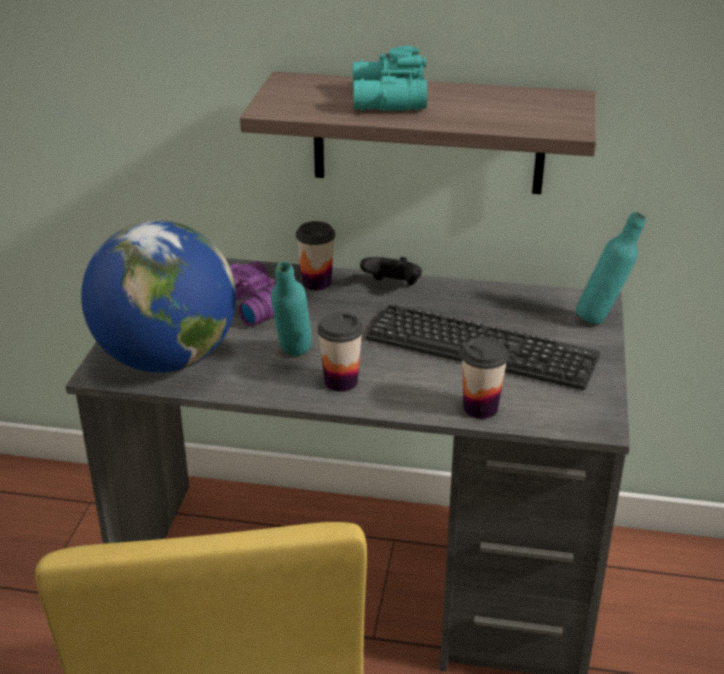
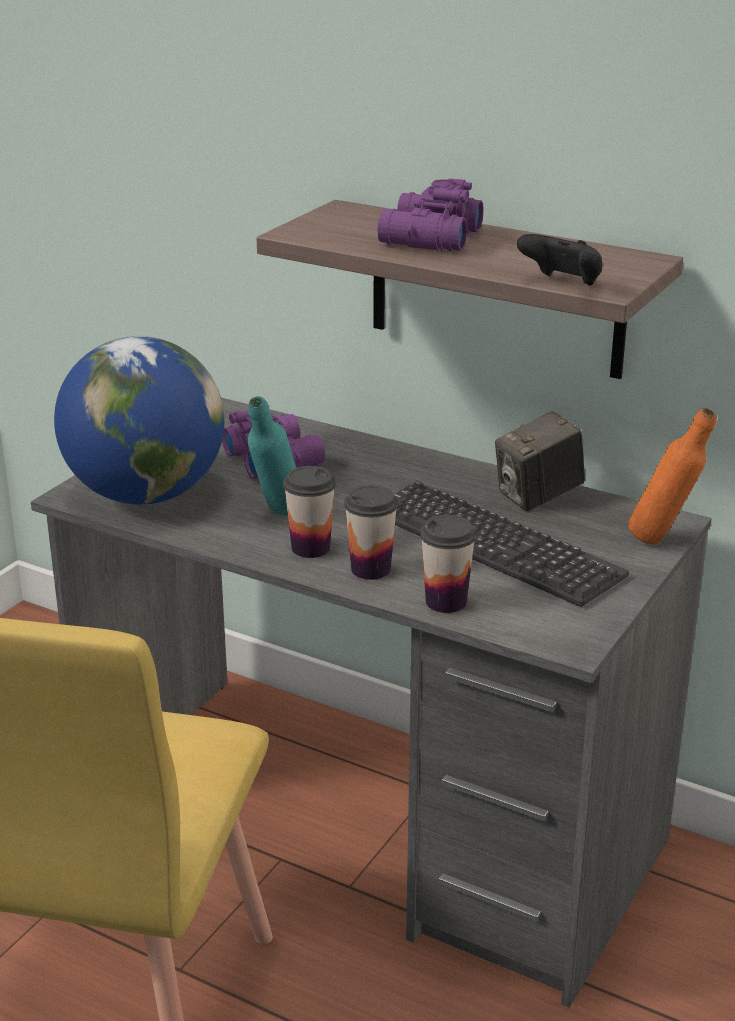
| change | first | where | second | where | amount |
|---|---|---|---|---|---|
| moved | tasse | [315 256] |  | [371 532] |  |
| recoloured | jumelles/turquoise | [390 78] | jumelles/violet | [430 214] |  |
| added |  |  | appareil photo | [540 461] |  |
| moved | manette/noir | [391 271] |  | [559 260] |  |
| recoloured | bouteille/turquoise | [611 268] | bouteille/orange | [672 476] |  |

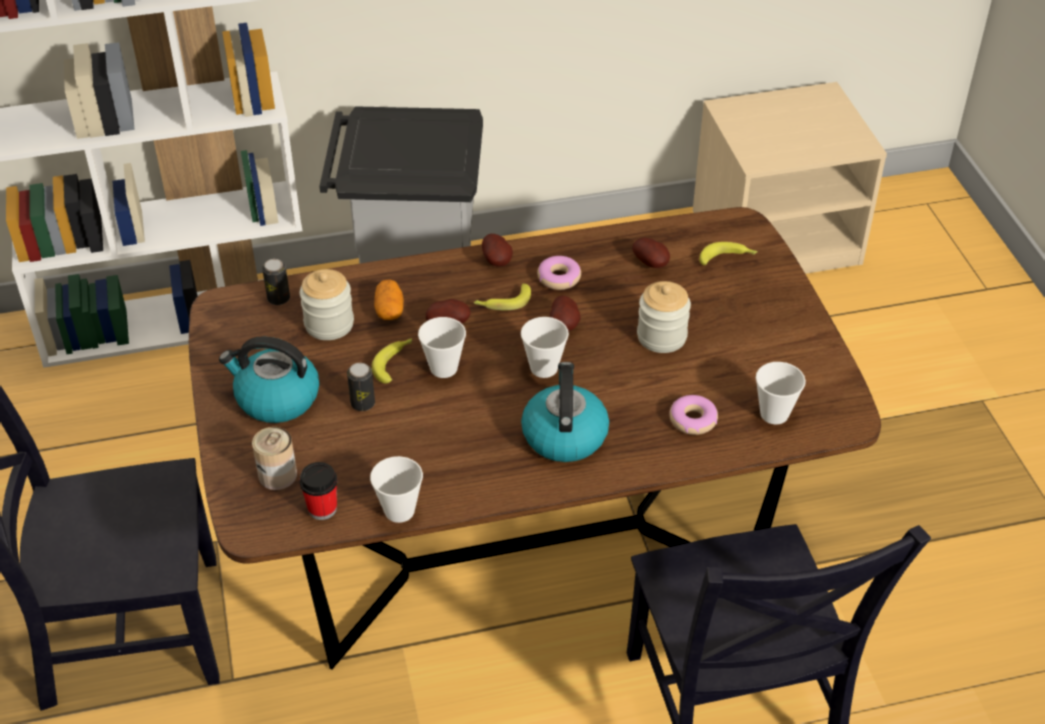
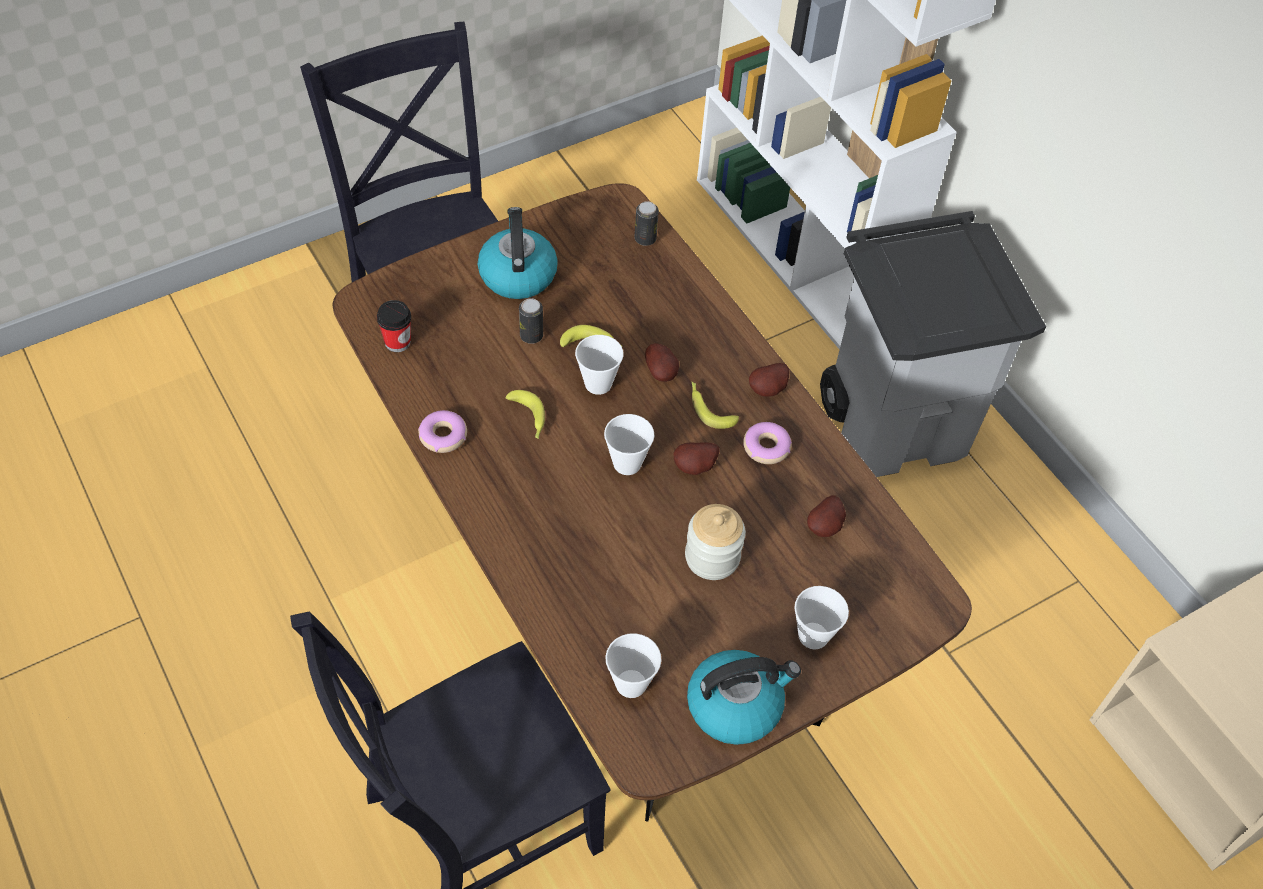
| change | first | where | second | where | amount |
|---|---|---|---|---|---|
| moved | beignet | [693 415] |  | [442 431] |  |
| moved | banane | [728 253] |  | [525 414] |  |
| moved | bouilloire | [565 412] |  | [744 697] |  |
| moved | tasse | [396 489] |  | [821 617] |  |
| removed | boîte métallique | [274 458] |  |  |  |
| removed | bocal | [327 304] |  |  |  |
| removed | pomme de terre | [389 299] |  |  |  |

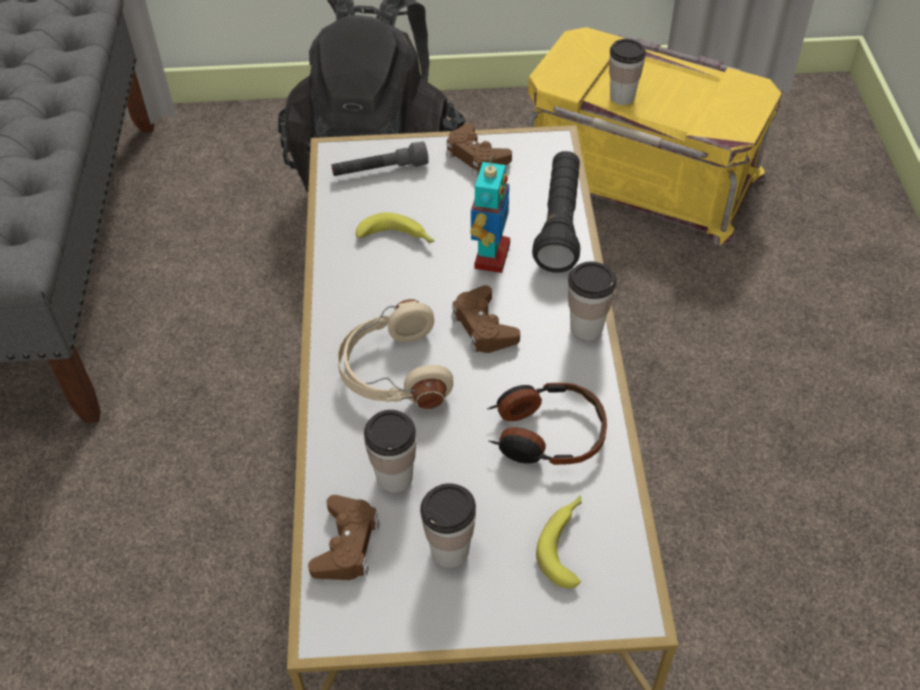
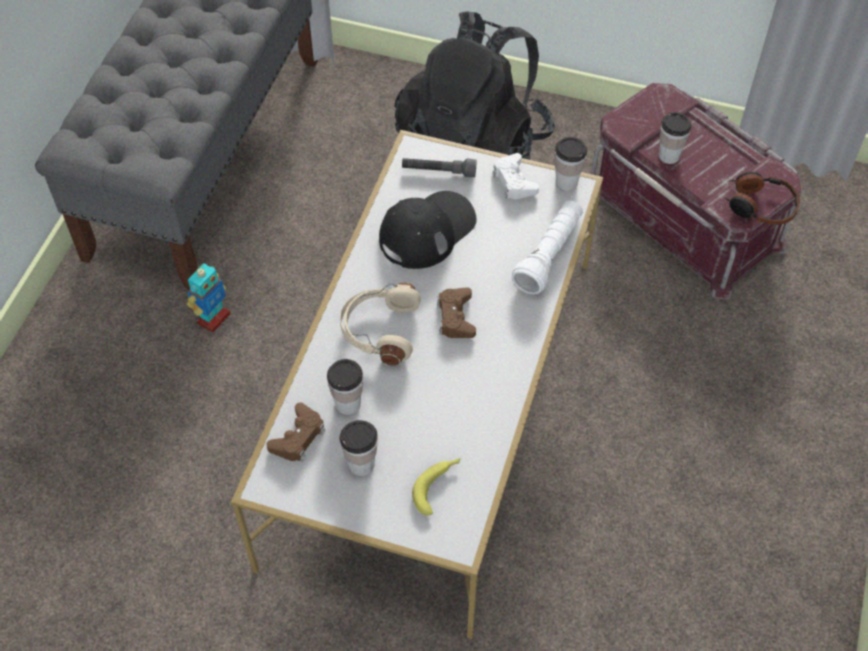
| change | first | where | second | where | amount |
|---|---|---|---|---|---|
| moved | robot jouet | [490 214] |  | [209 298] |  |
| replaced | banane | [395 227] | casquette/noir | [428 230] |  |
| recoloured | manette/marron | [479 150] | manette/blanc | [516 176] |  |
| recoloured | lampe de poche/noir | [556 212] | lampe de poche/blanc | [547 248] |  |
| moved | tasse | [592 301] |  | [571 164] |  |
| recoloured | boîte de rangement/jaune | [654 136] | boîte de rangement/rouge | [696 191] |  |
| moved | casque audio | [547 424] |  | [762 198] |  |

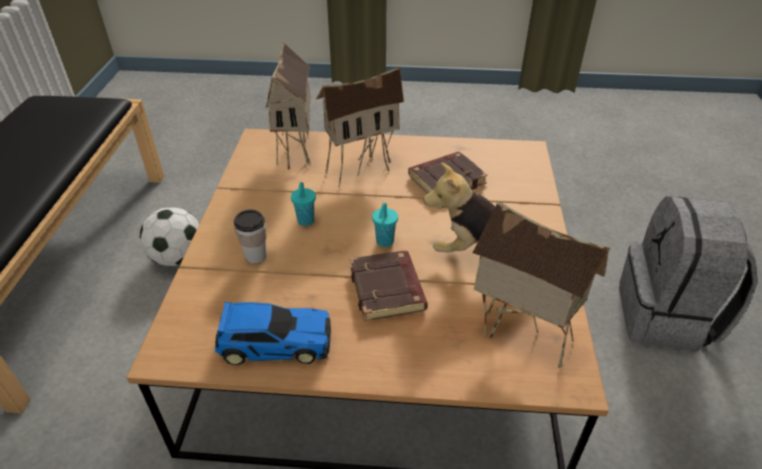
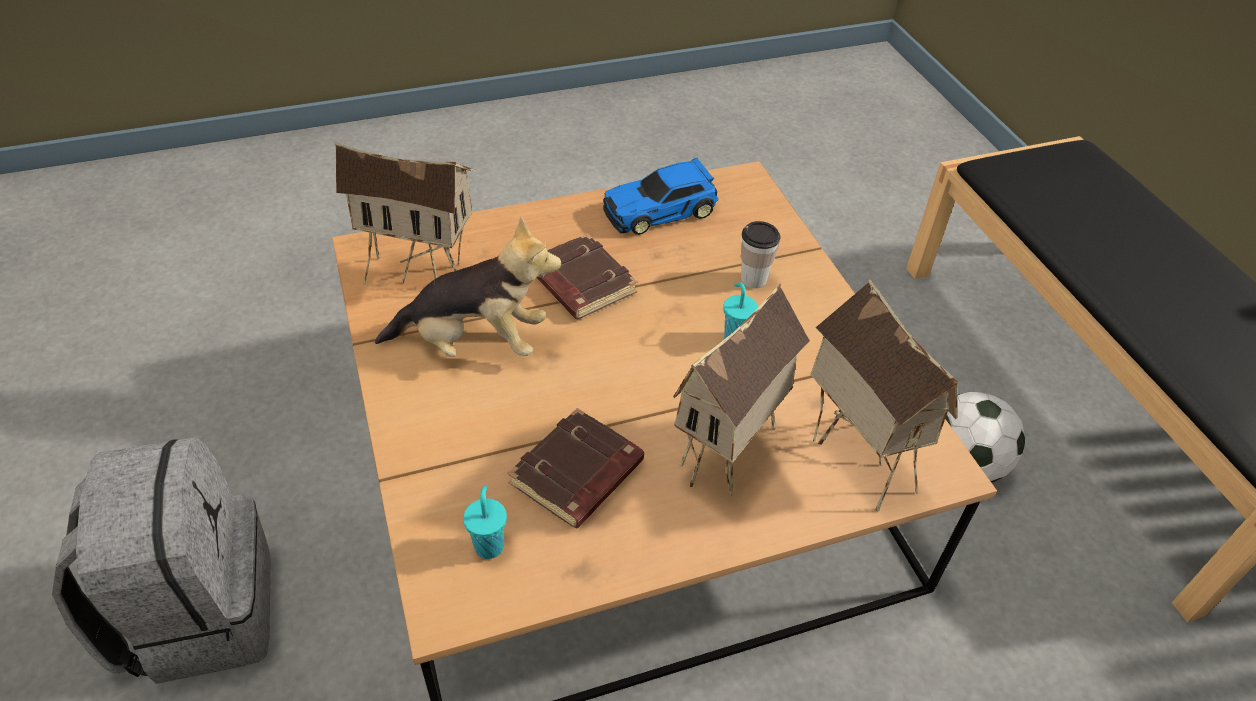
| change | first | where | second | where | amount |
|---|---|---|---|---|---|
| moved | tasse/turquoise | [385 224] |  | [485 522] |  |

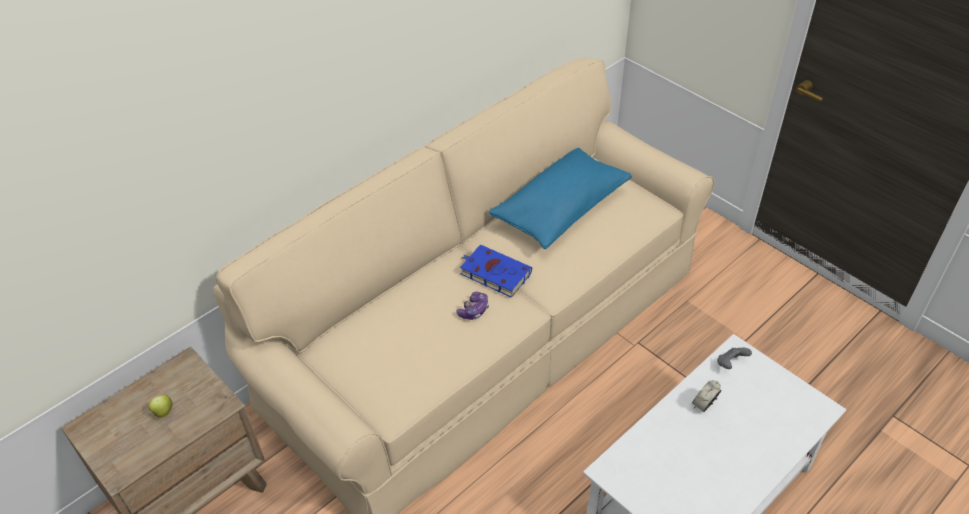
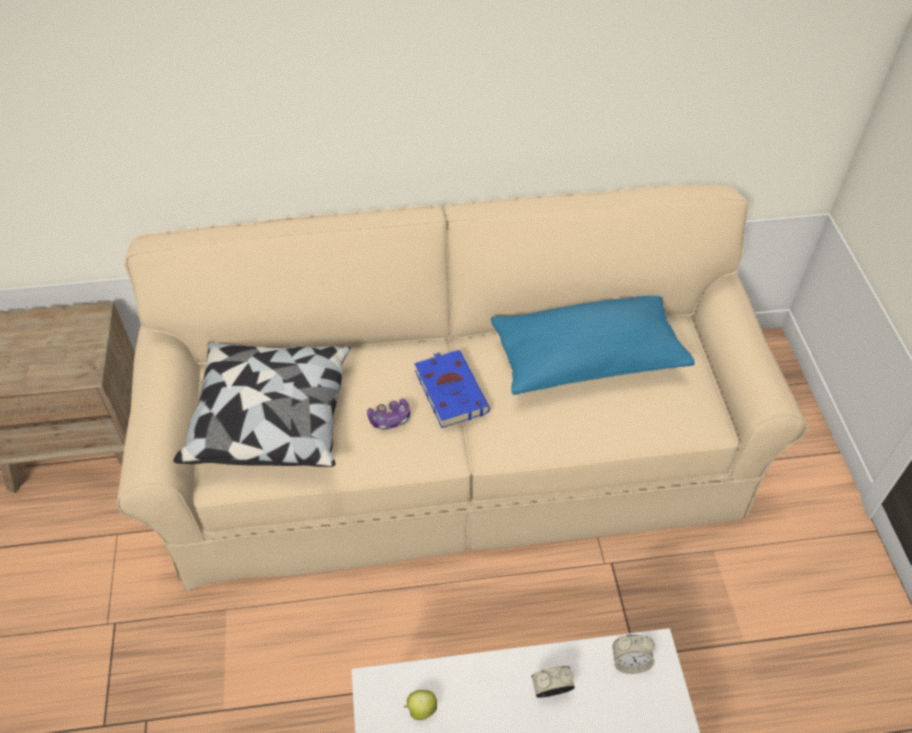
| change | first | where | second | where | amount |
|---|---|---|---|---|---|
| added |  |  | coussin | [261 404] |  |
| moved | pomme | [160 406] |  | [420 705] |  |
| replaced | manette/gris | [734 358] | réveil | [633 654] |  |

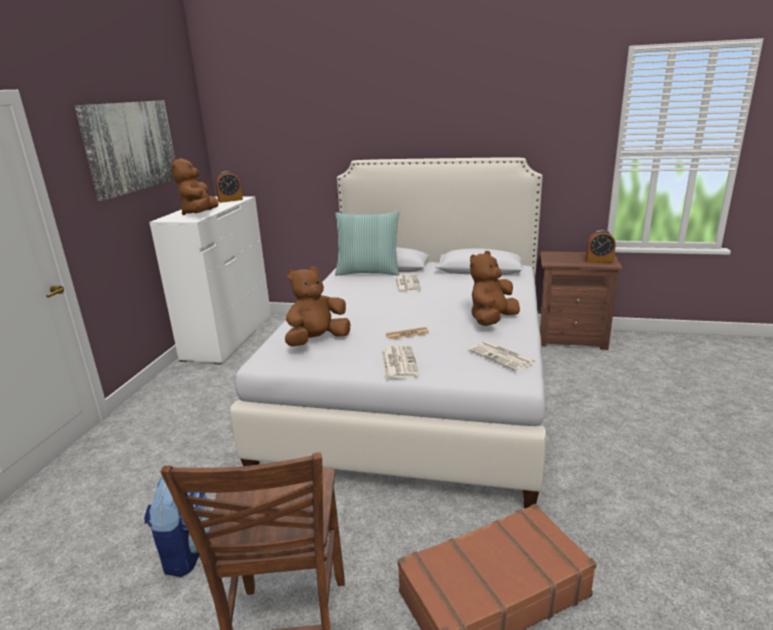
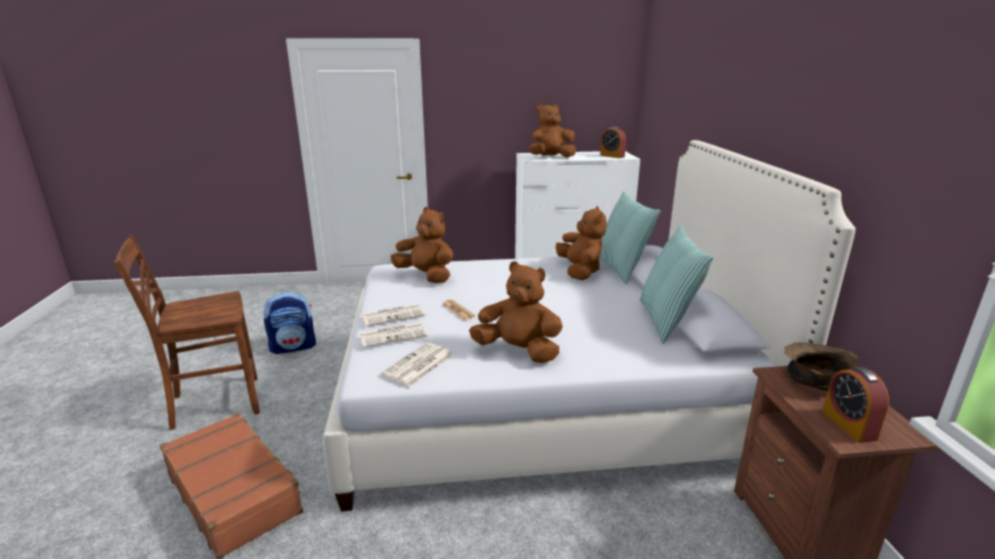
| change | first | where | second | where | amount |
|---|---|---|---|---|---|
| moved | journal | [408 283] |  | [393 335] |  |
| added |  |  | peluche/marron | [581 243] |  |
| added |  |  | coussin | [676 284] |  |
| added |  |  | bol/marron | [821 366] |  |
| removed | tableau | [124 150] |  |  |  |

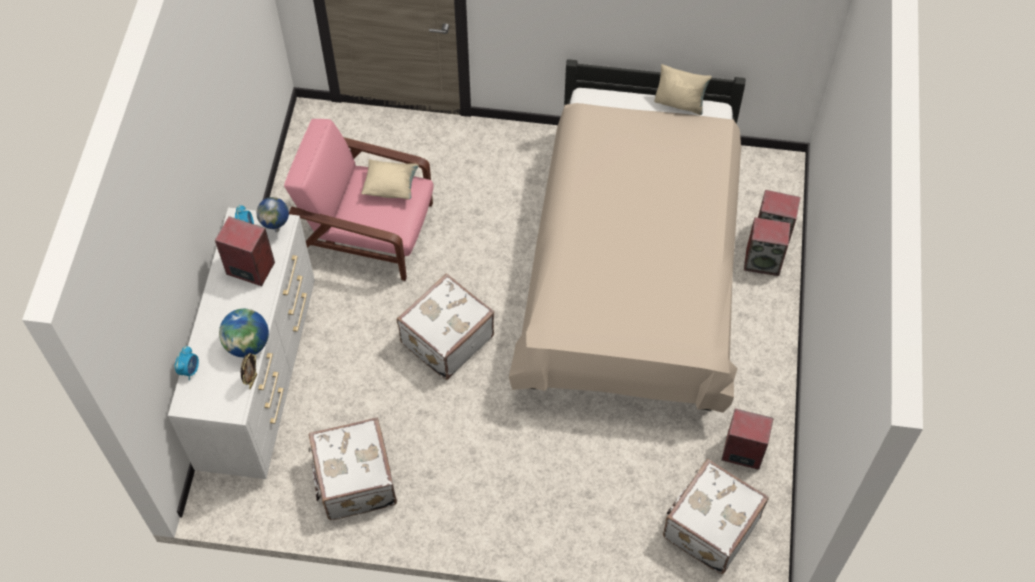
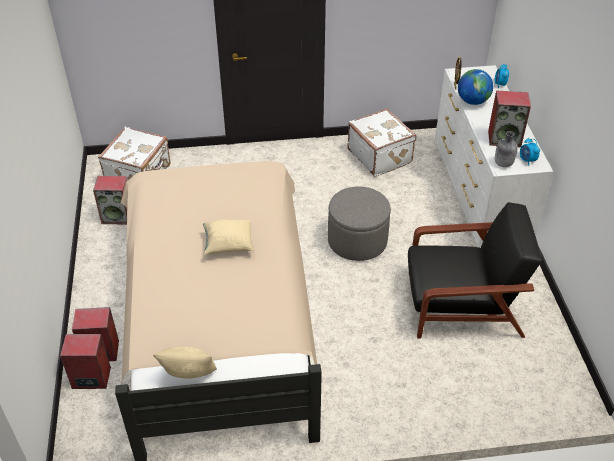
| change | first | where | second | where | amount |
|---|---|---|---|---|---|
| moved | coussin/beige | [390 179] |  | [228 237] |  |
| replaced | valise/blanc | [445 326] | pouf/gris | [359 223] |  |
| recoloured | fauteuil/rose | [359 200] | fauteuil/noir | [475 270] |  |
| replaced | globe | [272 214] | bouteille/gris | [506 149] |  |

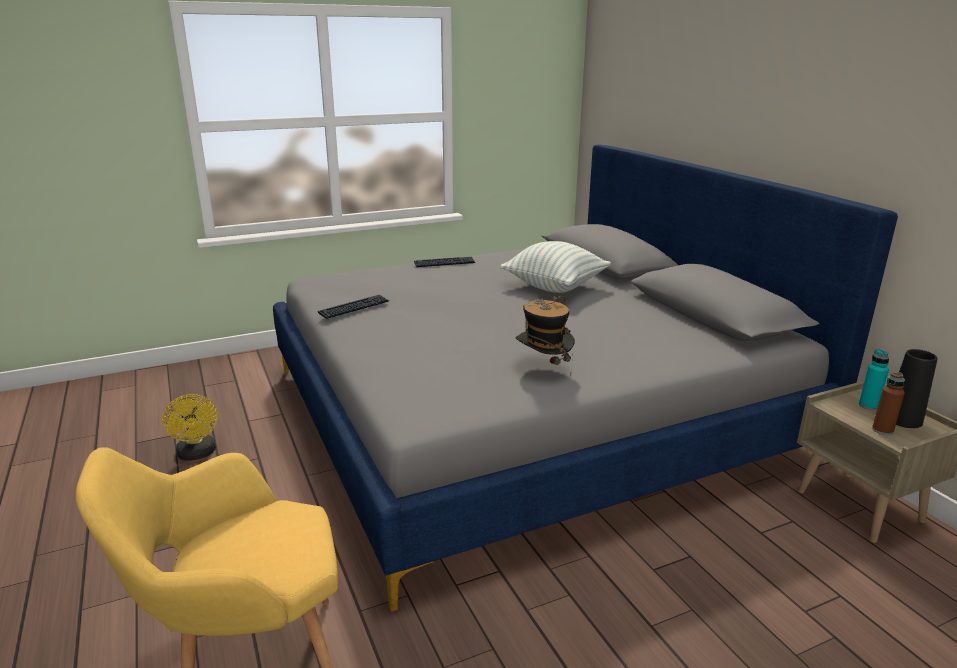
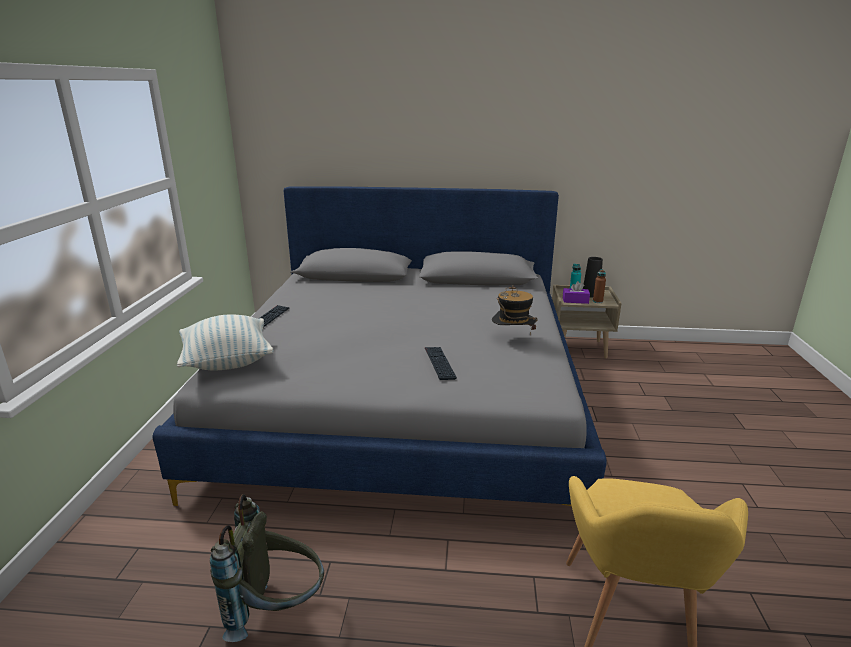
| change | first | where | second | where | amount |
|---|---|---|---|---|---|
| moved | coussin | [555 267] |  | [225 343] |  |
| replaced | ventilateur/jaune | [190 427] | sac à dos/gris | [267 568] |  |
| moved | clavier | [353 307] |  | [441 363] |  |
| added |  |  | boîte à mouchoirs/violet | [576 292] |  |

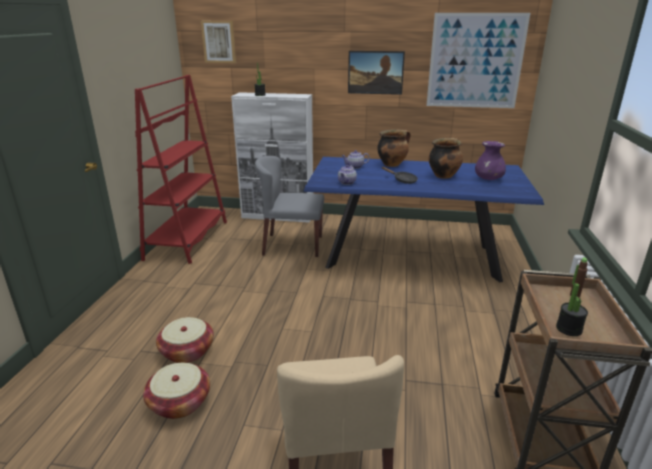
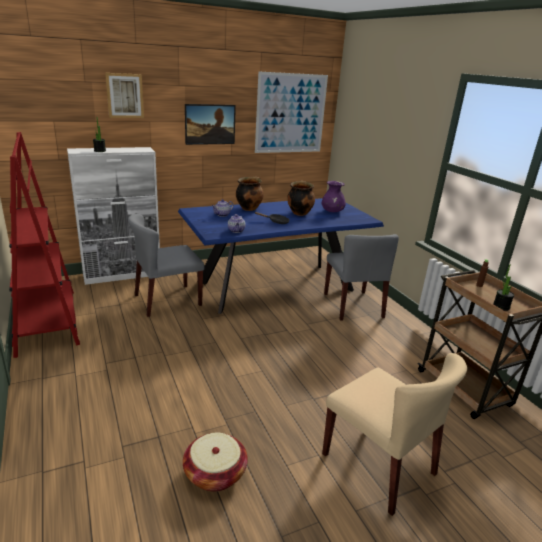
| change | first | where | second | where | amount |
|---|---|---|---|---|---|
| moved | tableau | [218 42] |  | [124 95] |  |
| added |  |  | chaise/gris | [361 277] |  |
| removed | panier | [185 340] |  |  |  |

